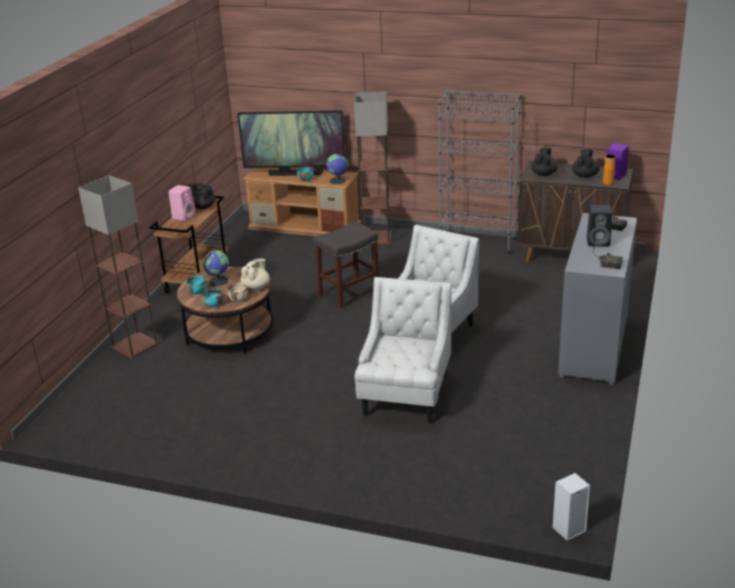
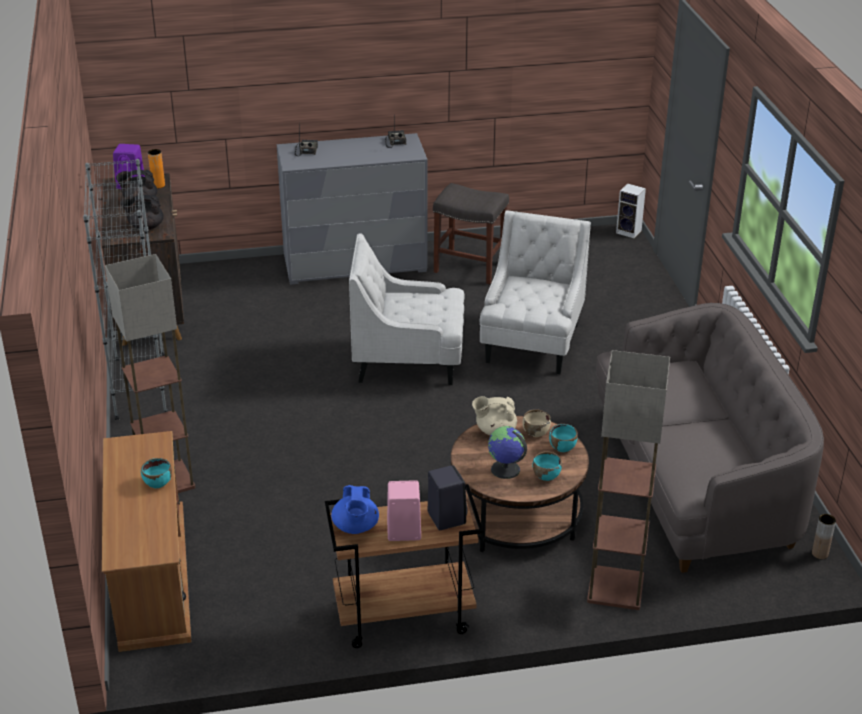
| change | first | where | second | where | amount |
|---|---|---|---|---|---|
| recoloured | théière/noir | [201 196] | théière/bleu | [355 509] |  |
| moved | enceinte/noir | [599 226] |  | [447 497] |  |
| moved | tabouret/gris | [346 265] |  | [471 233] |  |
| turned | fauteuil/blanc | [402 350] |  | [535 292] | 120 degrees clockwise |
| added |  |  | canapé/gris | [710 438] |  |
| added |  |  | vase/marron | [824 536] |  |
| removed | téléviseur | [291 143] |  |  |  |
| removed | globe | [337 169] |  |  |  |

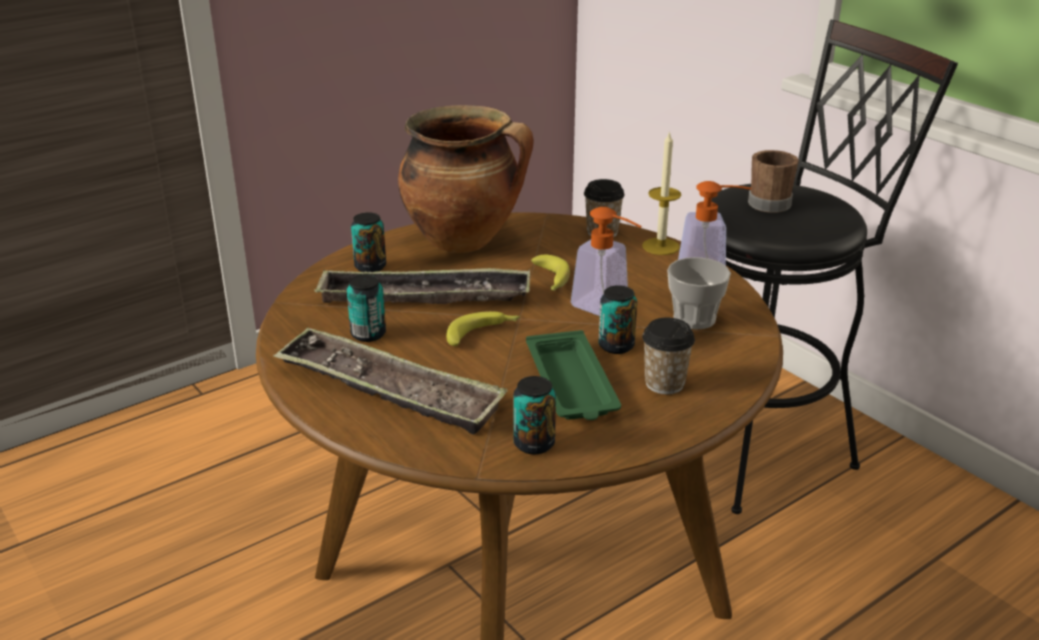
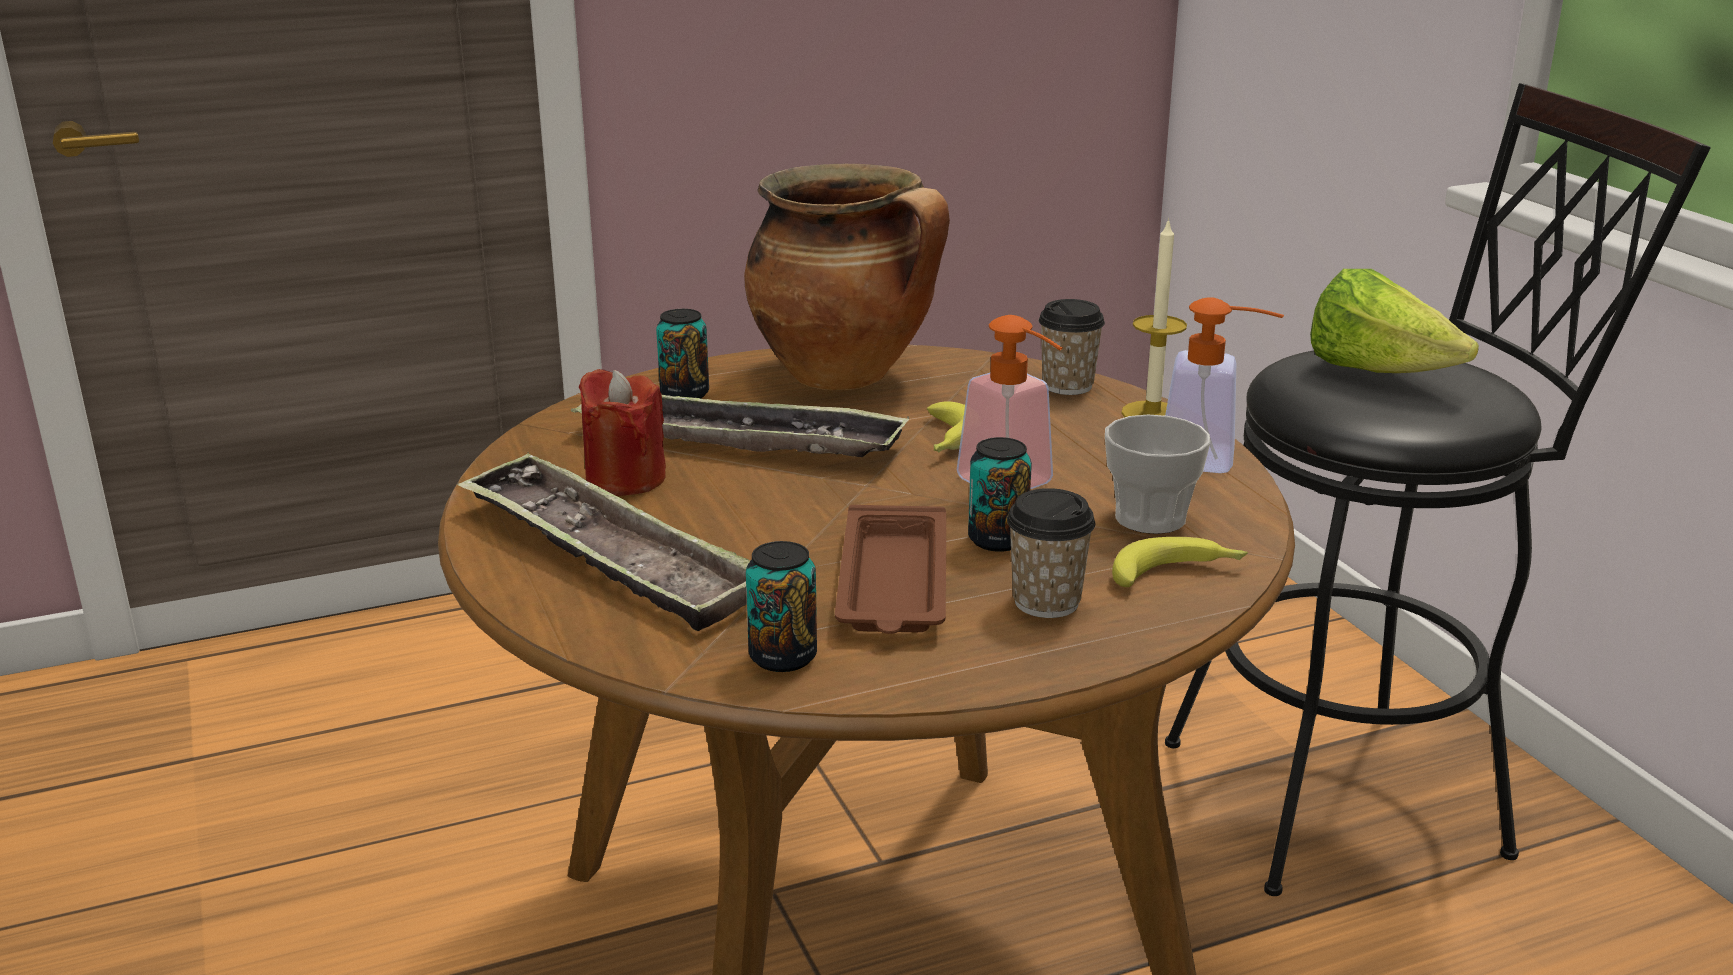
| change | first | where | second | where | amount |
|---|---|---|---|---|---|
| replaced | boîte métallique | [366 308] | bougie/rouge | [622 432] |  |
| recoloured | plateau/vert | [573 375] | plateau/marron | [890 569] |  |
| moved | banane | [483 328] |  | [1180 562] |  |
| replaced | mug/marron | [773 181] | laitue | [1394 321] |  |

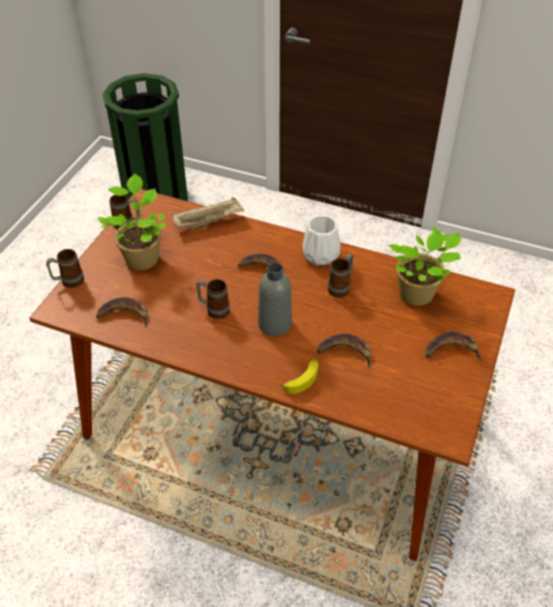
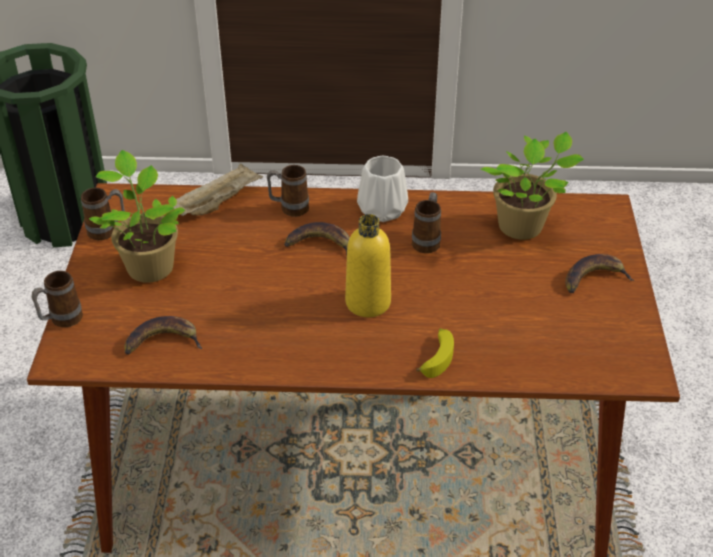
| change | first | where | second | where | amount |
|---|---|---|---|---|---|
| moved | mug | [213 299] |  | [288 191] |  |
| recoloured | bouteille/gris | [275 299] | bouteille/jaune | [368 265] |  |
| removed | banane | [344 351] |  |  |  |

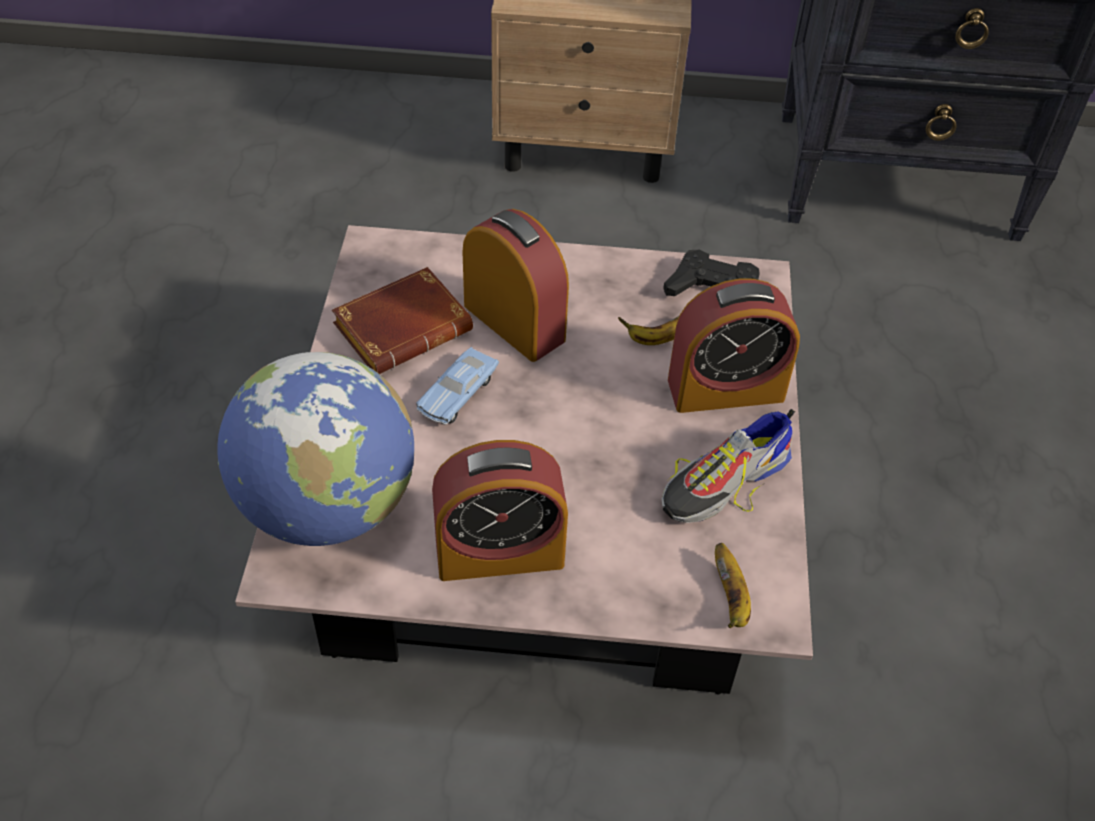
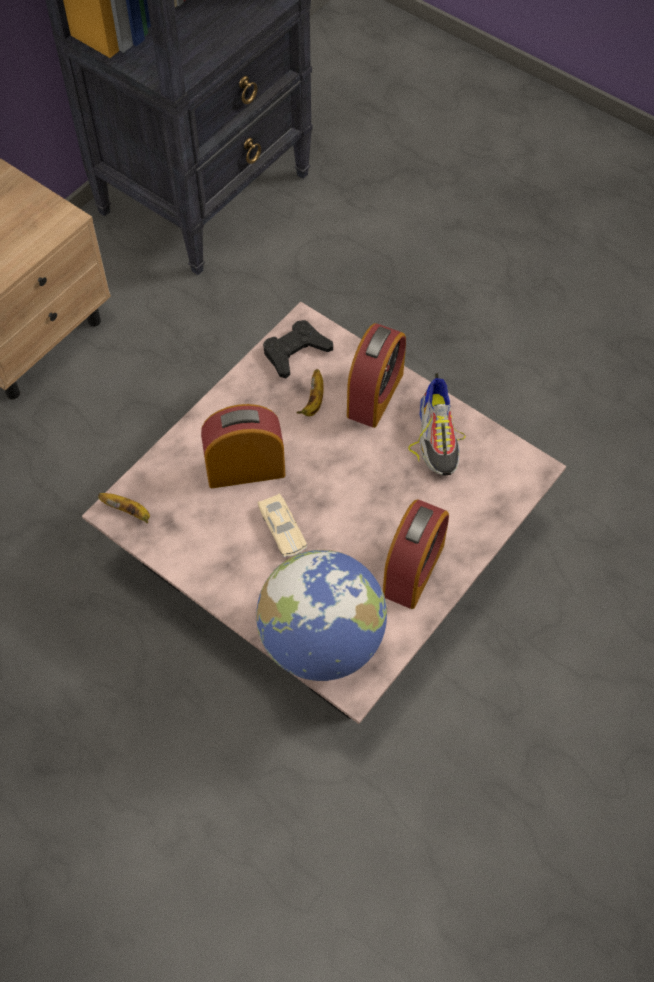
| change | first | where | second | where | amount |
|---|---|---|---|---|---|
| moved | banane | [733 585] |  | [124 508] |  |
| recoloured | petite voiture/bleu | [457 386] | petite voiture/beige | [282 525] |  |
| removed | livre/marron | [402 320] |  |  |  |

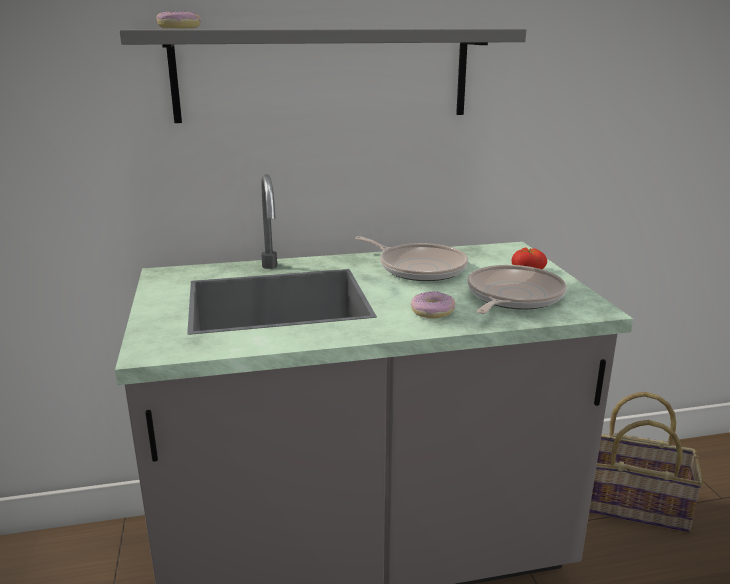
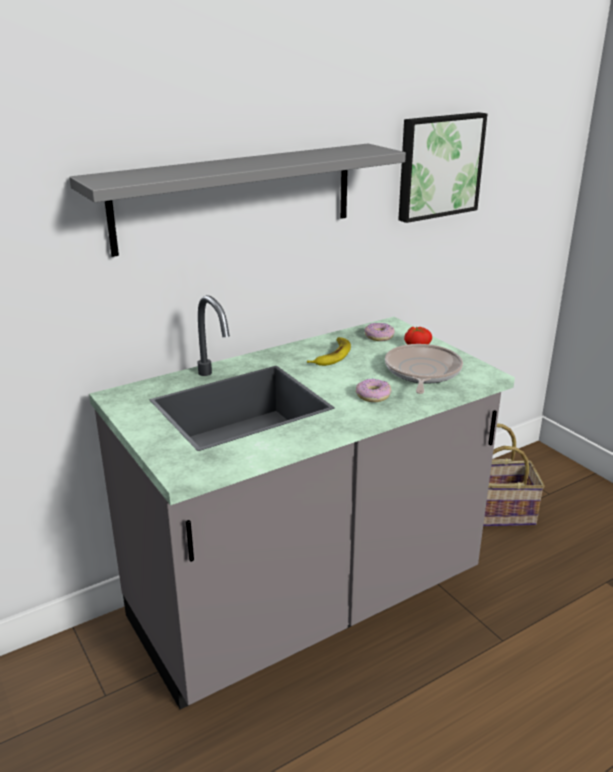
| change | first | where | second | where | amount |
|---|---|---|---|---|---|
| replaced | poêle | [411 258] | banane | [329 351] |  |
| moved | beignet | [178 19] |  | [380 332] |  |
| added |  |  | tableau | [442 167] |  |

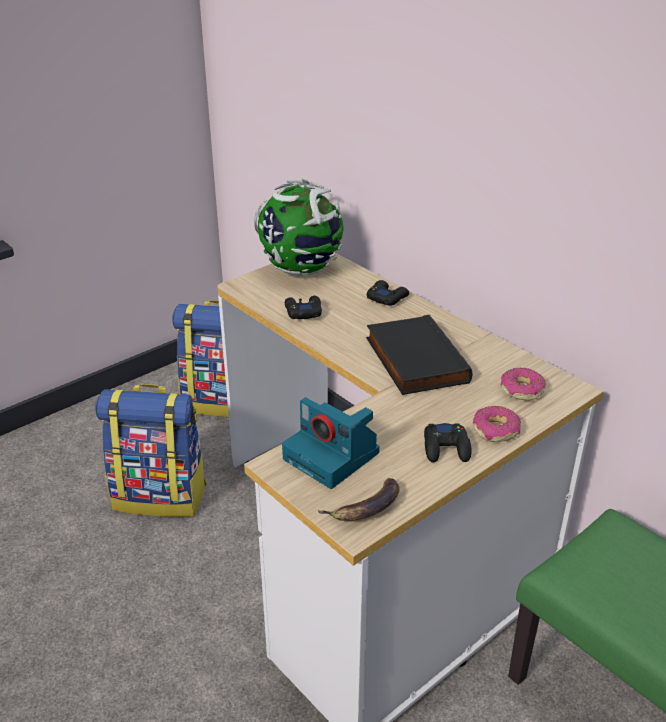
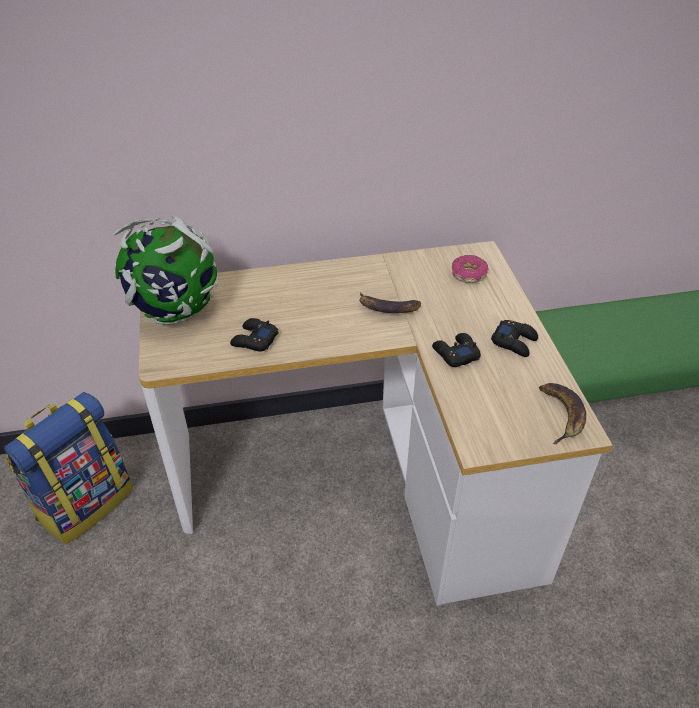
| change | first | where | second | where | amount |
|---|---|---|---|---|---|
| replaced | livre/noir | [419 355] | banane | [390 303] |  |
| moved | manette/noir | [388 293] |  | [456 350] |  |
| removed | sac à dos | [151 450] |  |  |  |
| removed | appareil photo | [331 443] |  |  |  |
| removed | beignet | [497 424] |  |  |  |

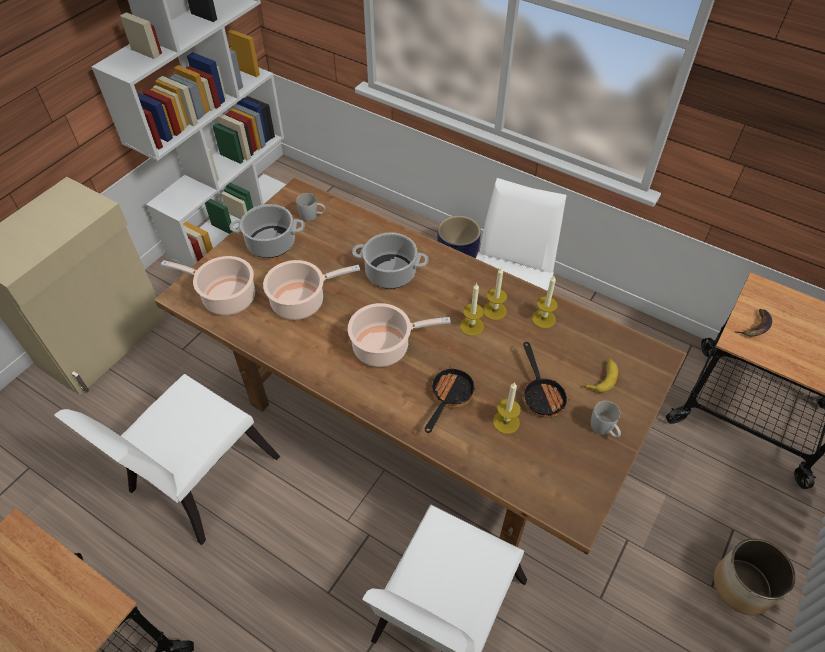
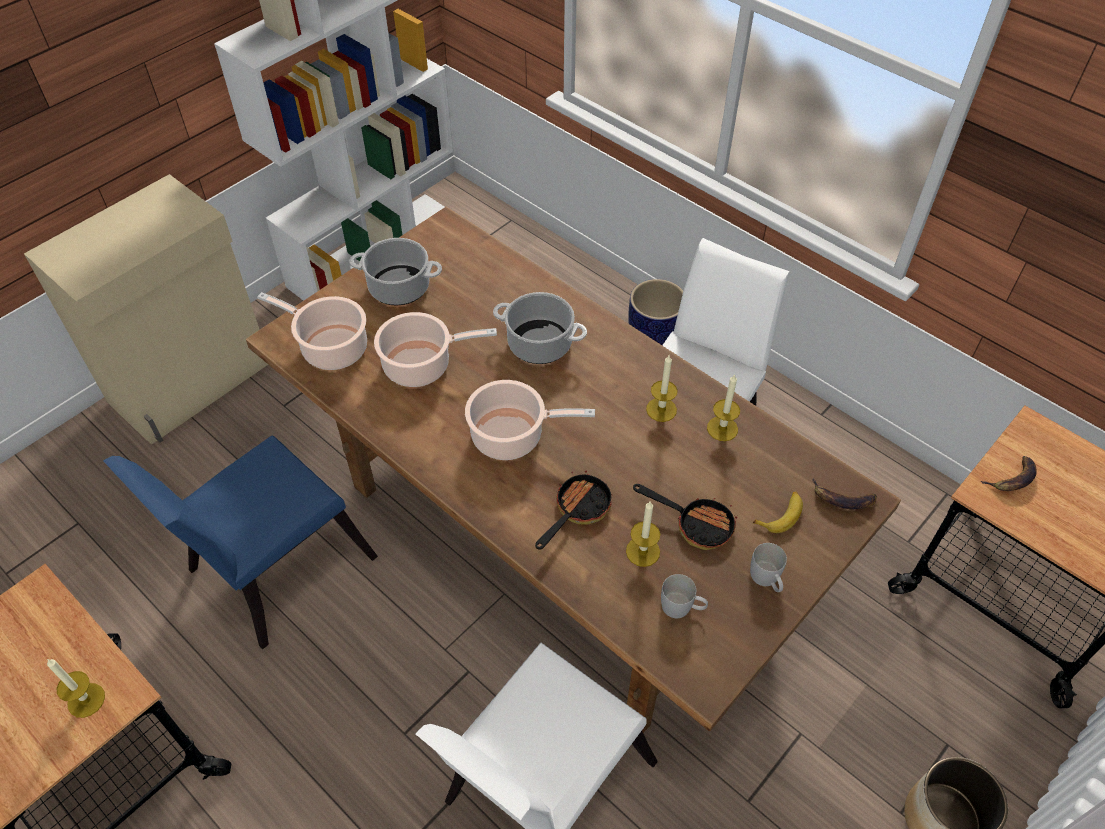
| change | first | where | second | where | amount |
|---|---|---|---|---|---|
| moved | bougie | [472 309] |  | [76 688] |  |
| recoloured | chaise/blanc | [167 459] | chaise/bleu | [240 542] |  |
| turned | poêle | [545 379] |  | [685 517] | 60 degrees counterclockwise |
| moved | mug/blanc | [310 207] |  | [684 596] |  |
| added |  |  | banane | [844 494] |  |

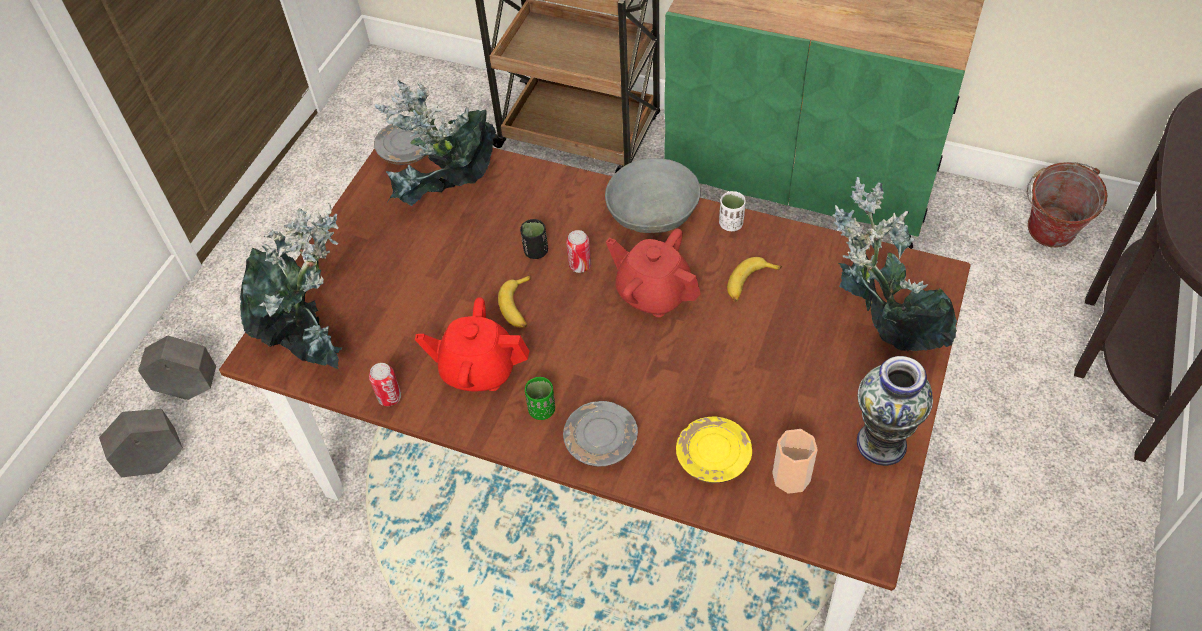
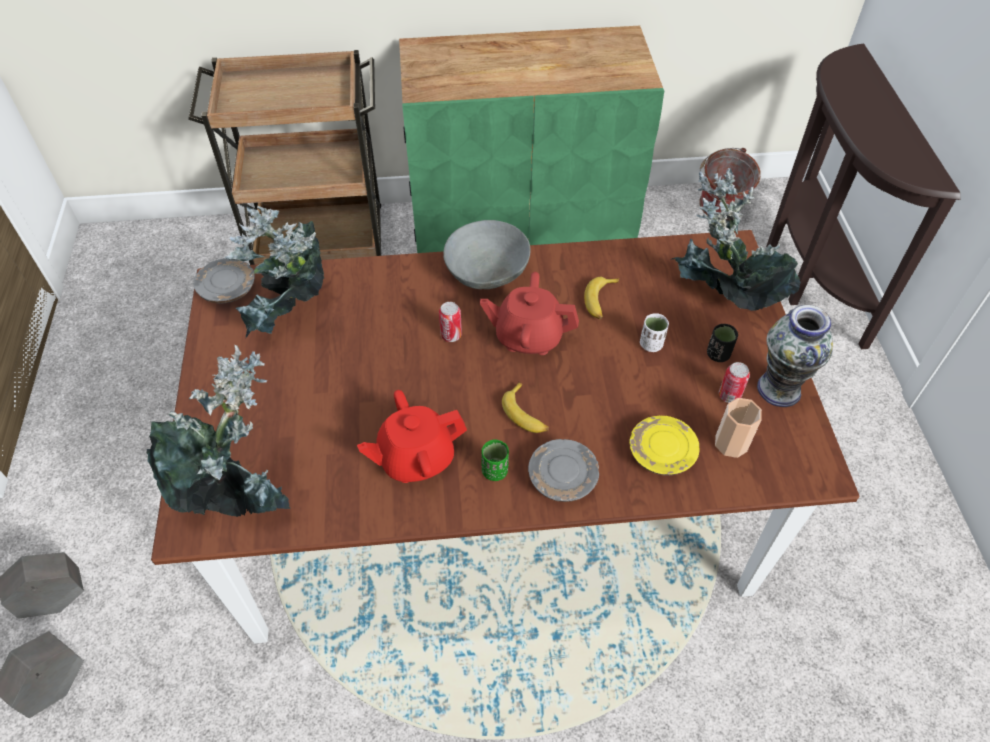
| change | first | where | second | where | amount |
|---|---|---|---|---|---|
| moved | banane | [514 301] |  | [525 407] |  |
| moved | tasse/blanc | [732 211] |  | [654 332] |  |
| moved | tasse/noir | [534 239] |  | [722 343] |  |
| moved | boîte métallique | [385 384] |  | [734 382] |  |

